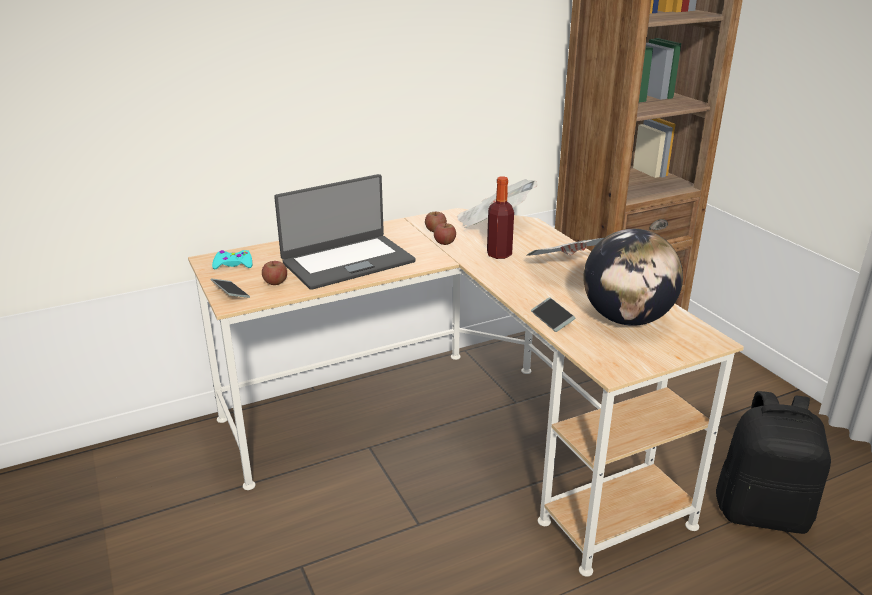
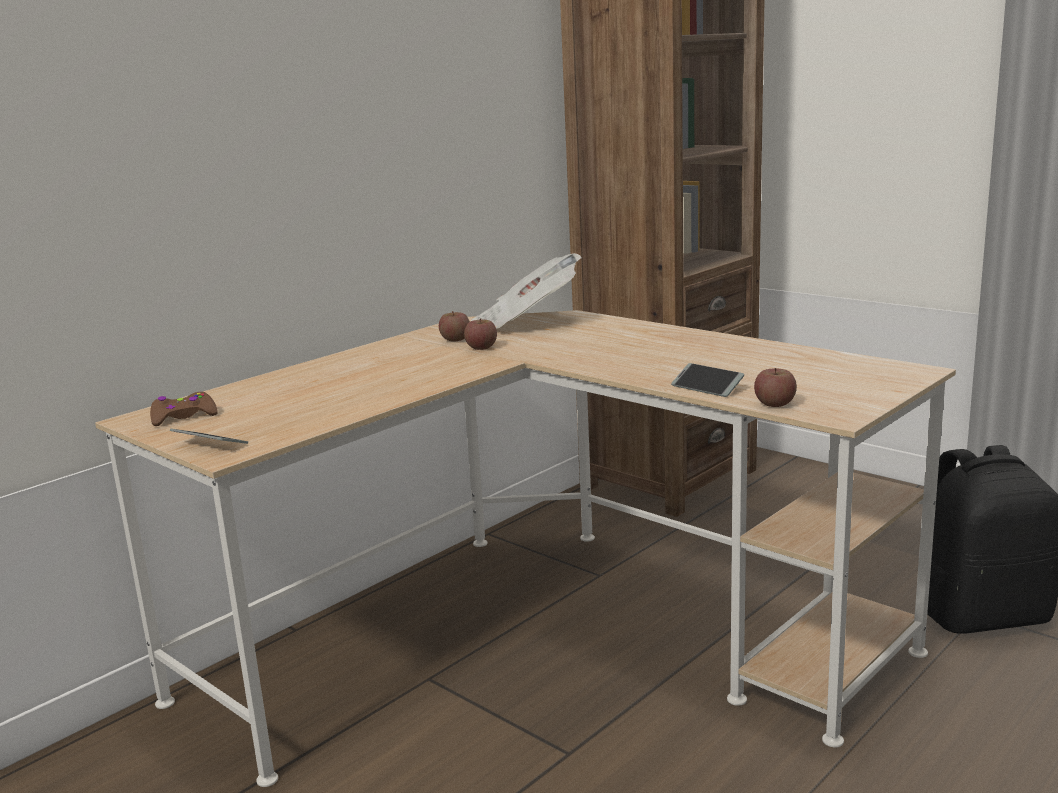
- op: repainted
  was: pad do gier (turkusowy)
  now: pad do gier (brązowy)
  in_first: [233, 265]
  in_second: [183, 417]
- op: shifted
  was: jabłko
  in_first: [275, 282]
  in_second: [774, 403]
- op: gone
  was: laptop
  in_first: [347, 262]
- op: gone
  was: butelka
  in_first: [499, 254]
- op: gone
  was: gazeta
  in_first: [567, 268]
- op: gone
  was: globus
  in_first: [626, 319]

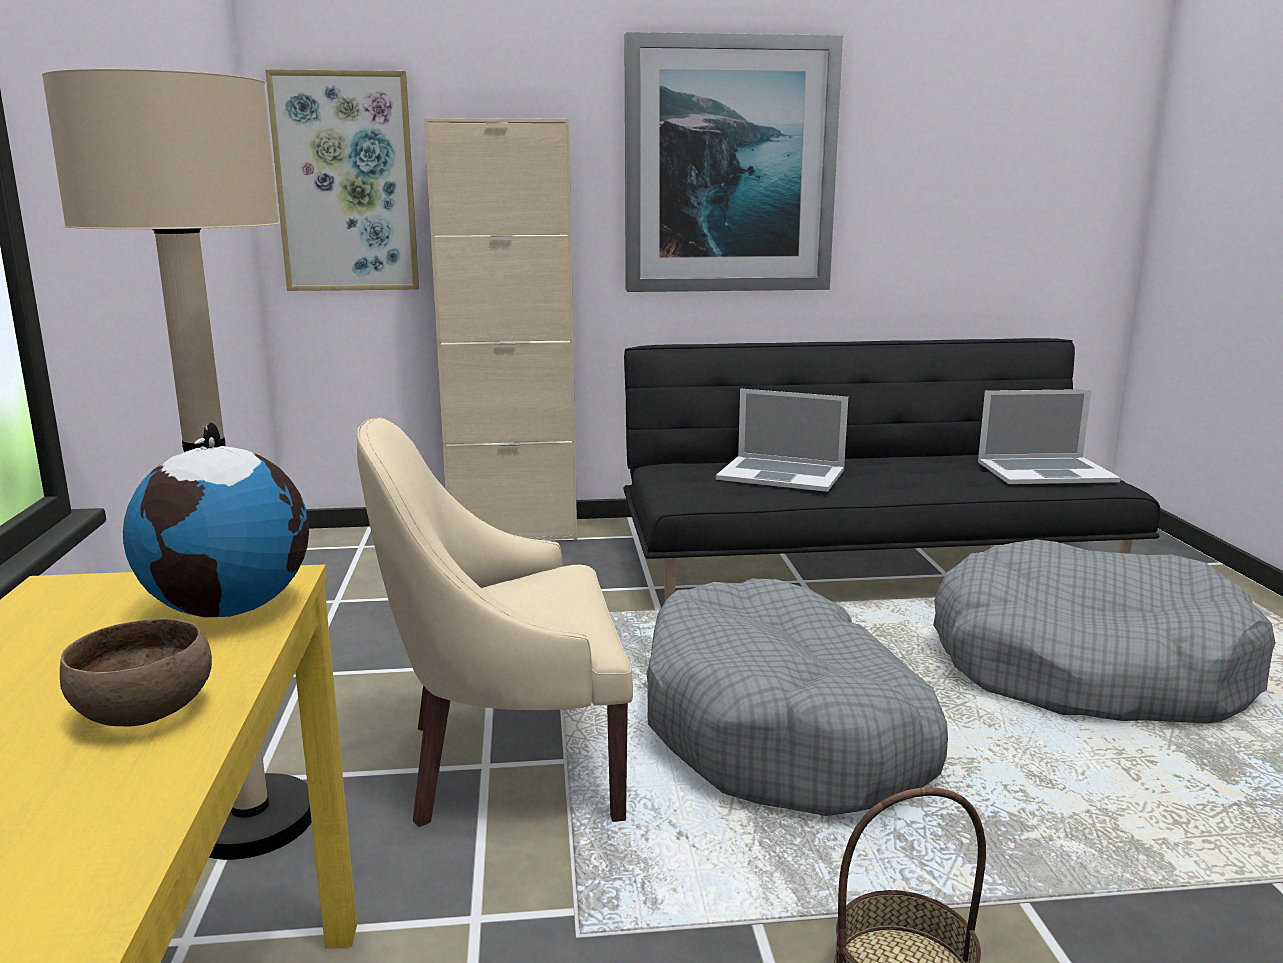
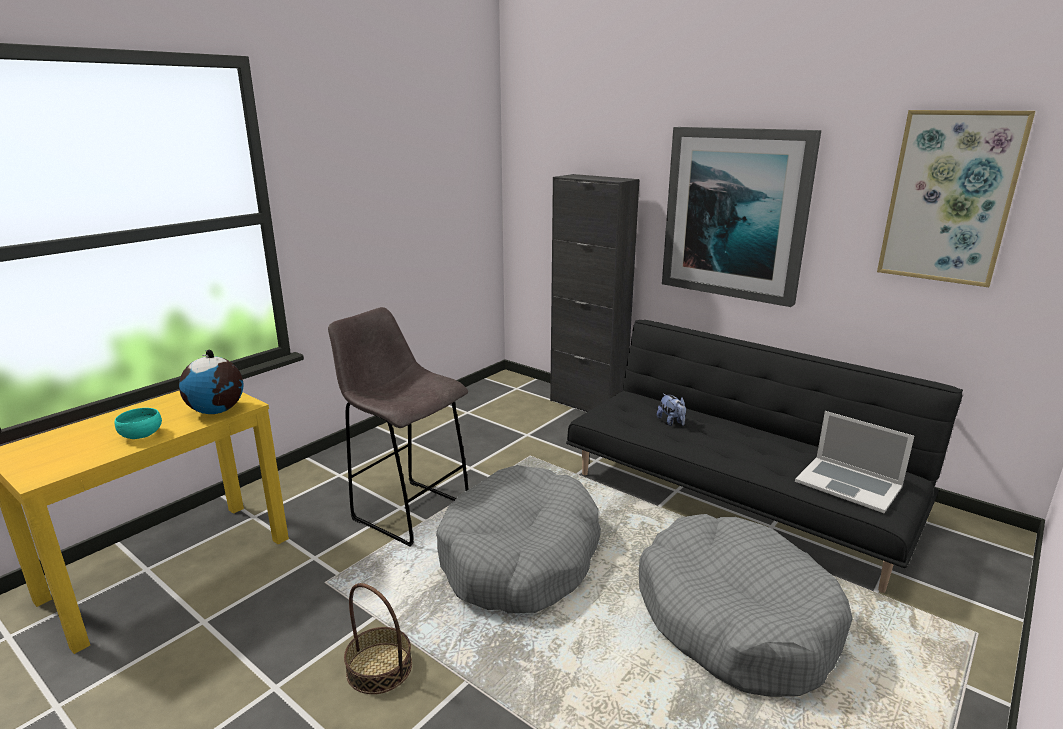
- op: gone
  was: lampa stojąca (beżowy)
  in_first: [251, 820]
- op: repainted
  was: miska (brązowy)
  now: miska (turkusowy)
  in_first: [142, 712]
  in_second: [141, 435]
- op: shifted
  was: obraz
  in_first: [346, 183]
  in_second: [949, 198]
- op: swapped
  was: fotel (beżowy)
  now: stołek (szary)
  in_first: [508, 762]
  in_second: [408, 511]
- op: repainted
  was: szafka (beżowy)
  now: szafka (czarny)
  in_first: [513, 533]
  in_second: [587, 405]
- op: swapped
  was: laptop
  now: pluszak
  in_first: [781, 474]
  in_second: [671, 422]

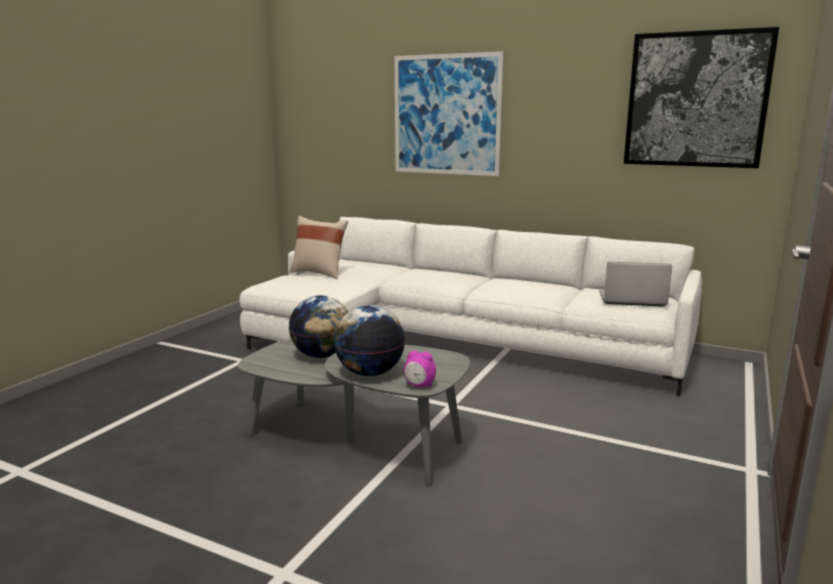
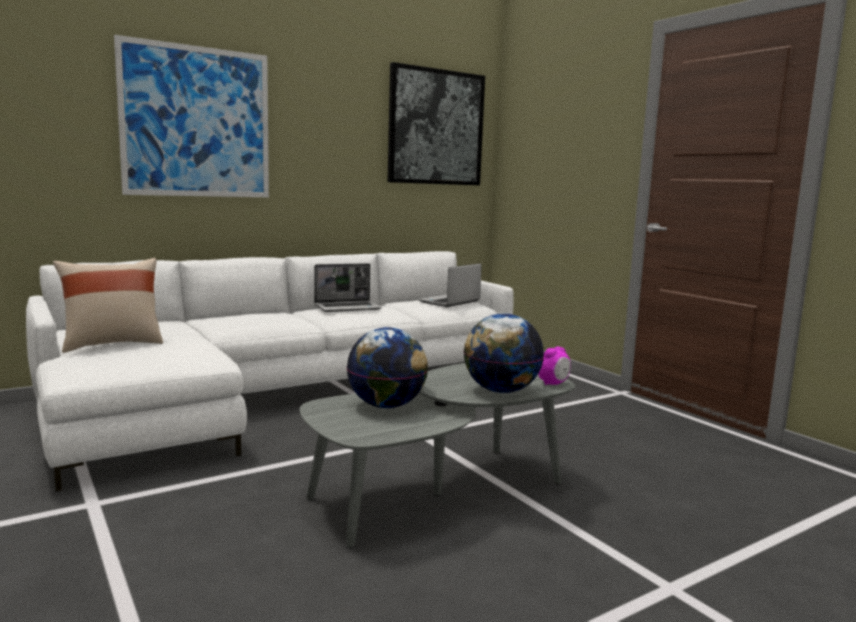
- op: new
  now: laptop
  in_second: [348, 308]

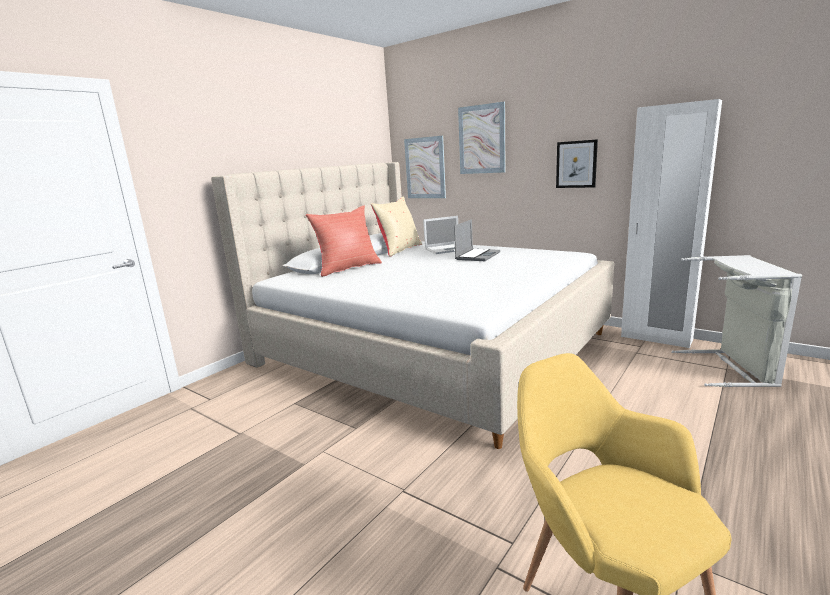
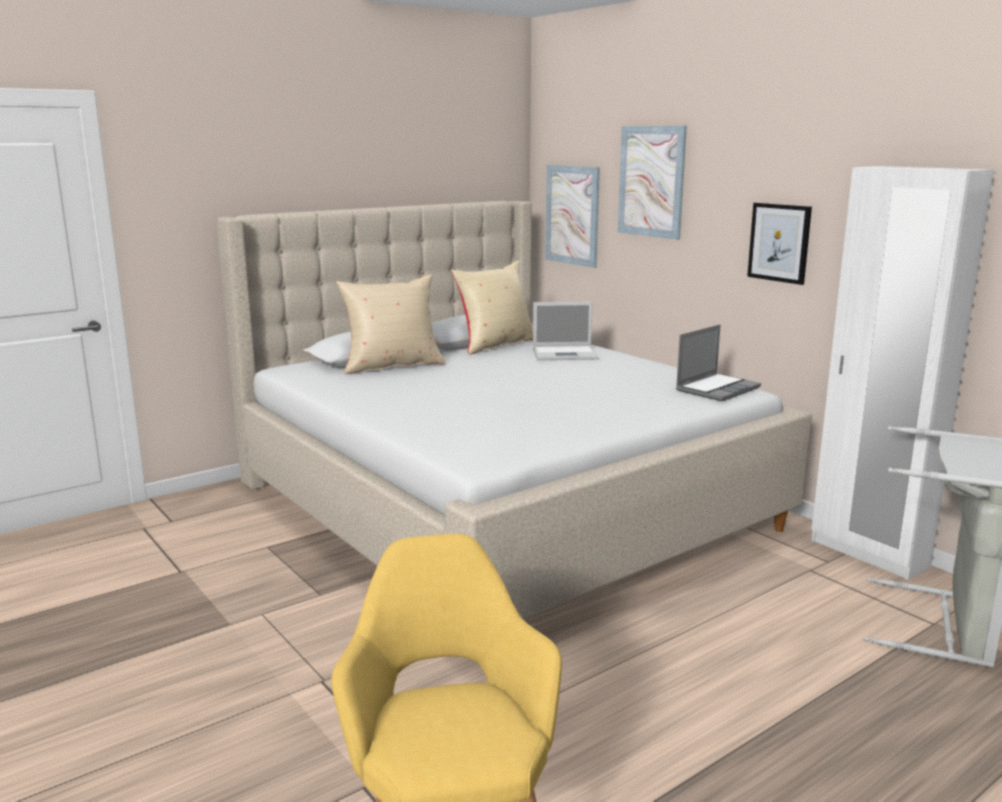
- op: repainted
  was: poduszka (czerwony)
  now: poduszka (beżowy)
  in_first: [347, 268]
  in_second: [392, 366]
- op: shifted
  was: laptop
  in_first: [477, 256]
  in_second: [717, 389]

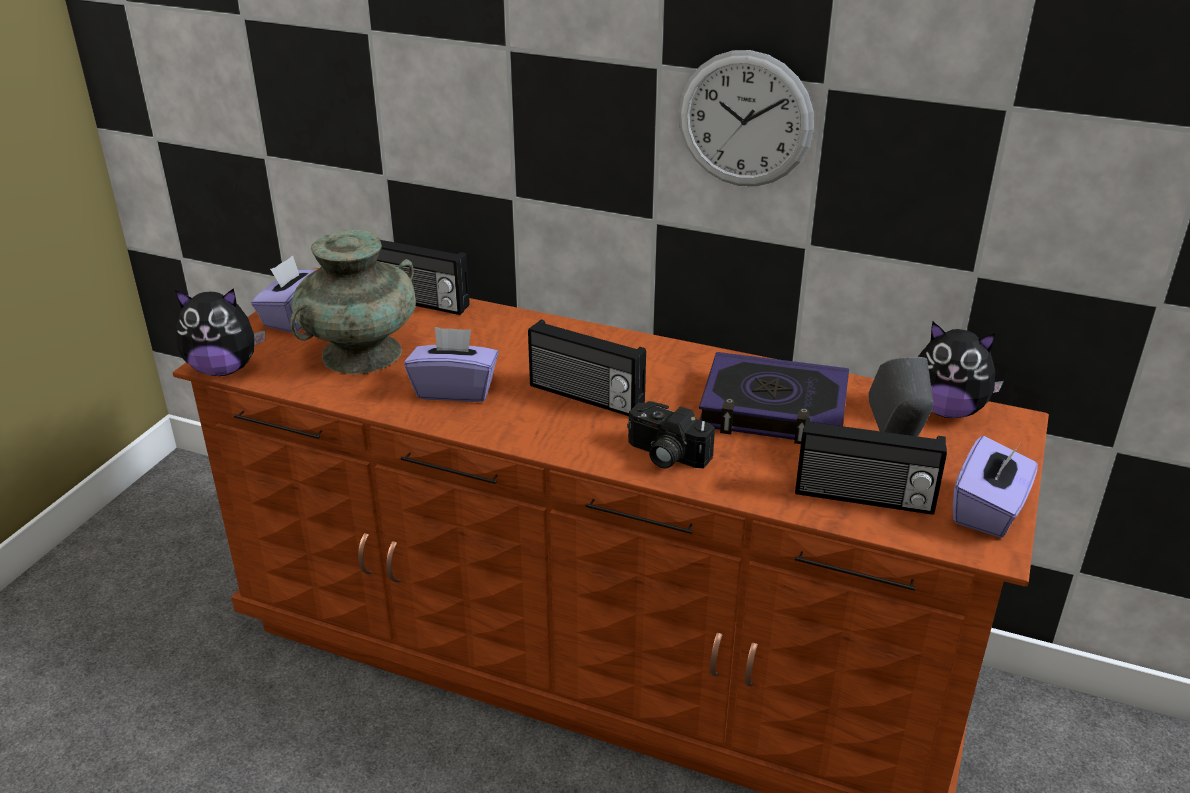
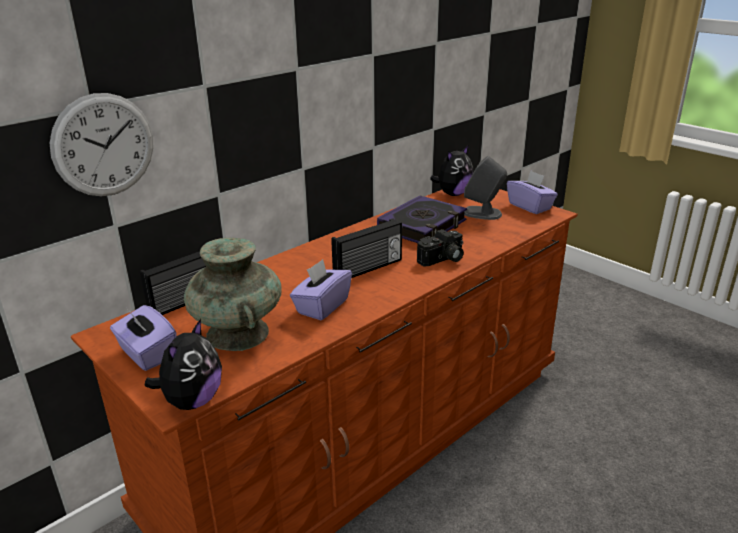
- op: shifted
  was: zegar ścienny
  in_first: [745, 119]
  in_second: [104, 145]
- op: gone
  was: radio
  in_first: [864, 498]

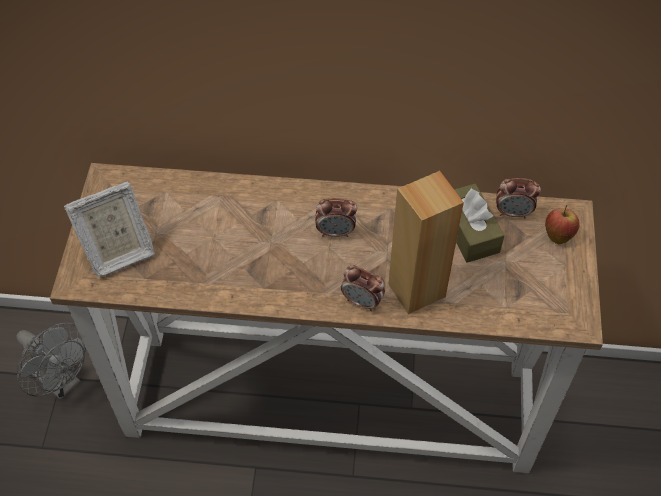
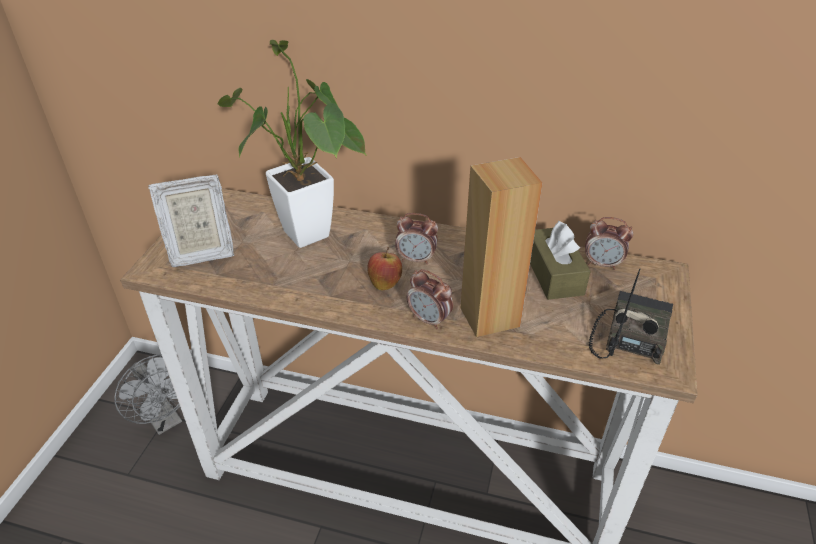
- op: shifted
  was: jabłko
  in_first: [558, 235]
  in_second: [385, 283]
- op: new
  now: roślina doniczkowa
  in_second: [311, 240]
- op: new
  now: radio
  in_second: [629, 335]

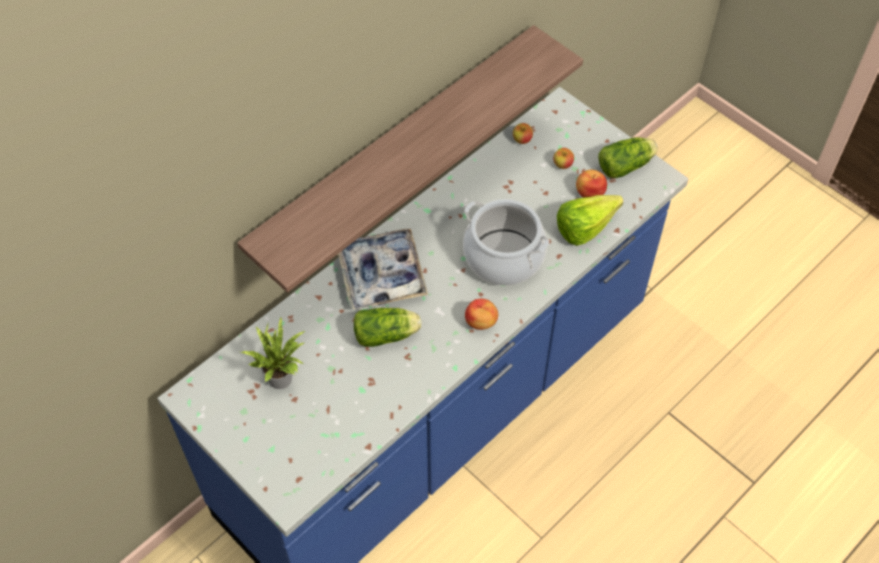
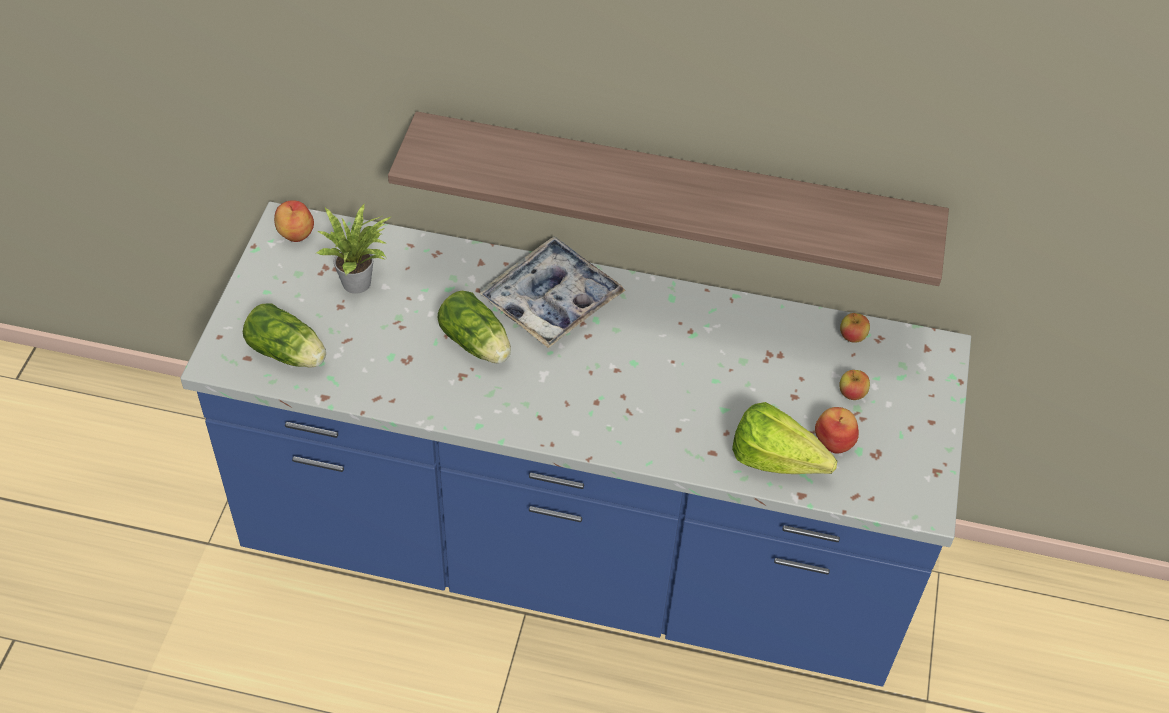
- op: gone
  was: garnek
  in_first: [503, 257]
- op: shifted
  was: jabłko
  in_first: [481, 322]
  in_second: [295, 234]
- op: shifted
  was: sałata
  in_first: [627, 165]
  in_second: [289, 354]

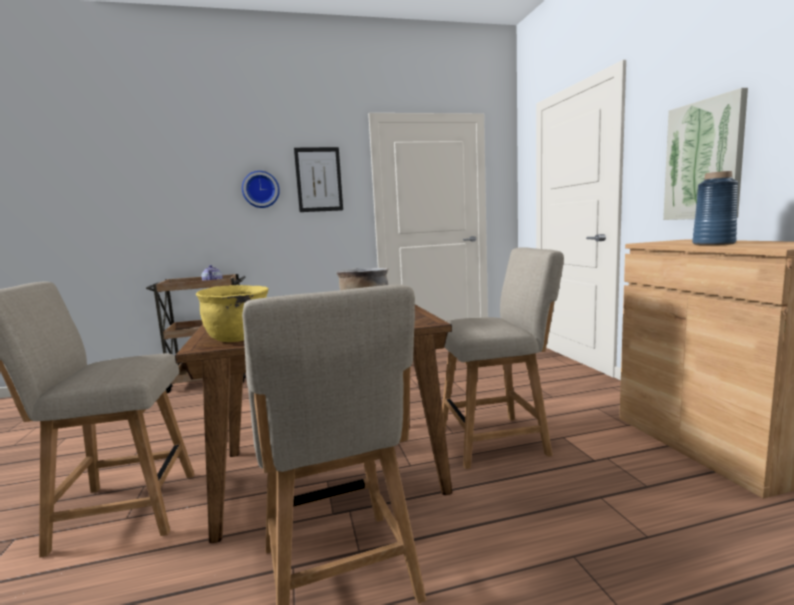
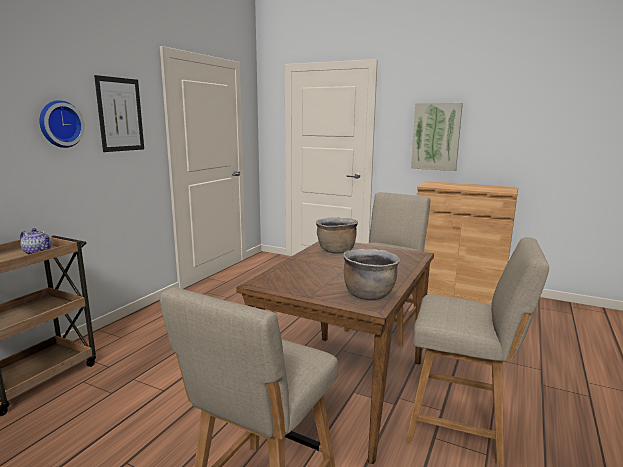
- op: repainted
  was: garnek (żółty)
  now: garnek (brązowy)
  in_first: [238, 338]
  in_second: [368, 295]
- op: gone
  was: wazon (niebieski)
  in_first: [713, 244]

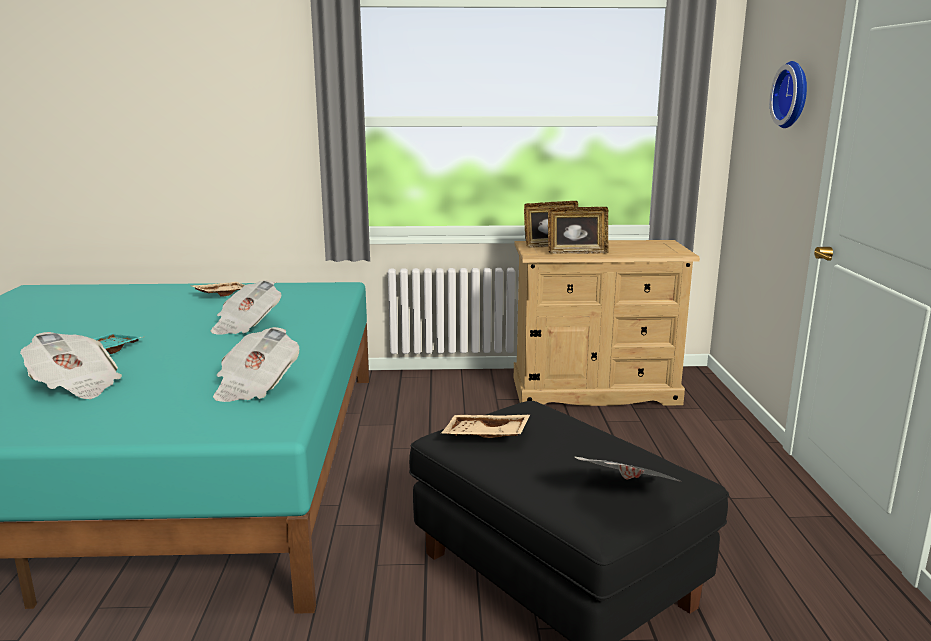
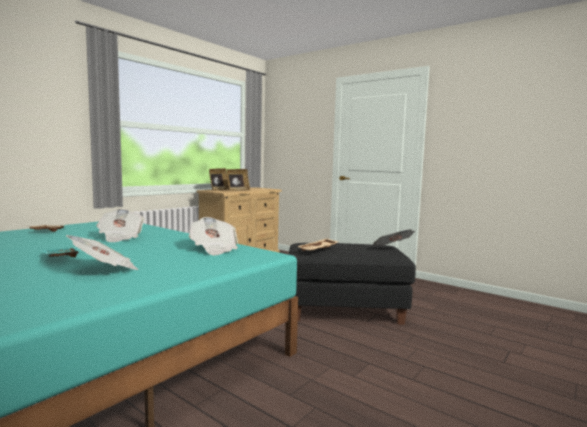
- op: gone
  was: zegar ścienny
  in_first: [794, 95]

